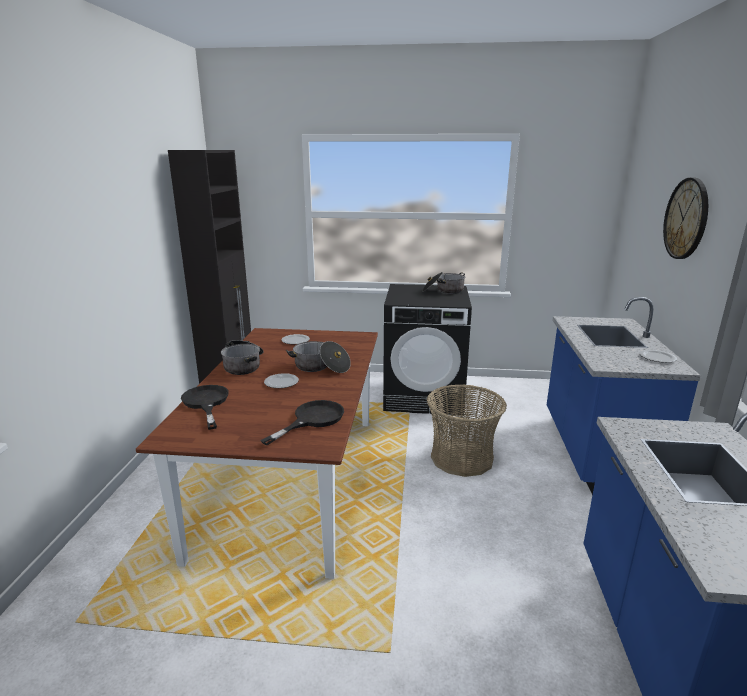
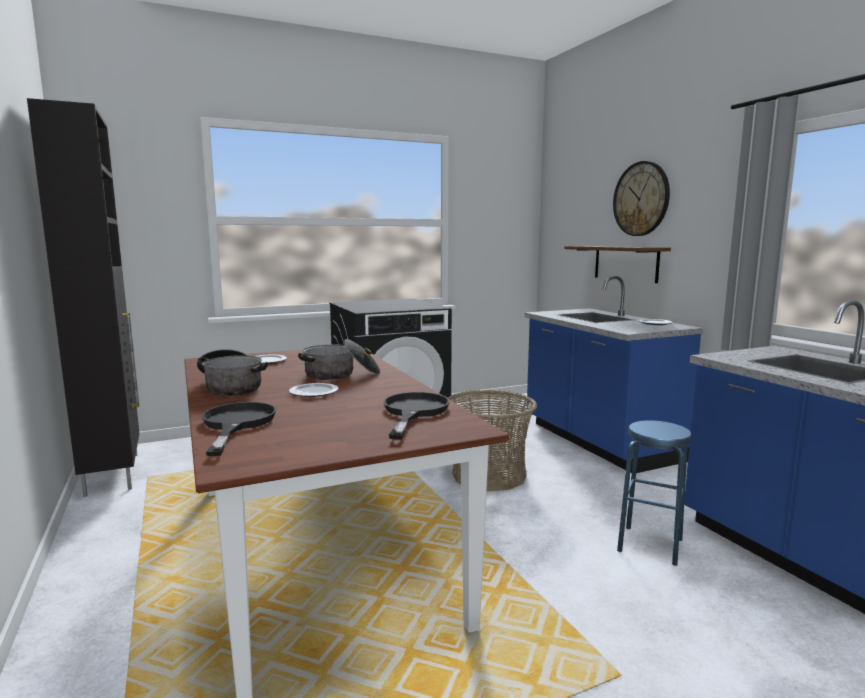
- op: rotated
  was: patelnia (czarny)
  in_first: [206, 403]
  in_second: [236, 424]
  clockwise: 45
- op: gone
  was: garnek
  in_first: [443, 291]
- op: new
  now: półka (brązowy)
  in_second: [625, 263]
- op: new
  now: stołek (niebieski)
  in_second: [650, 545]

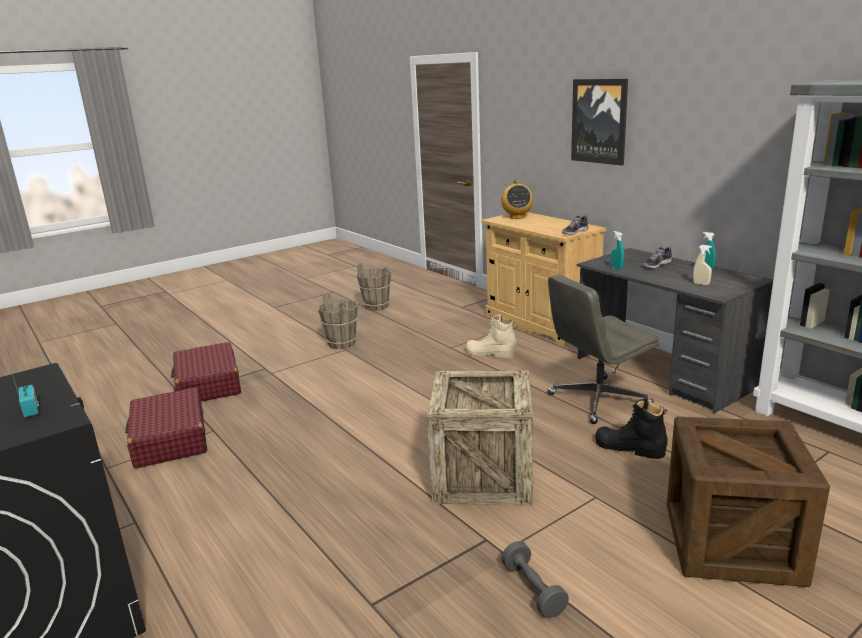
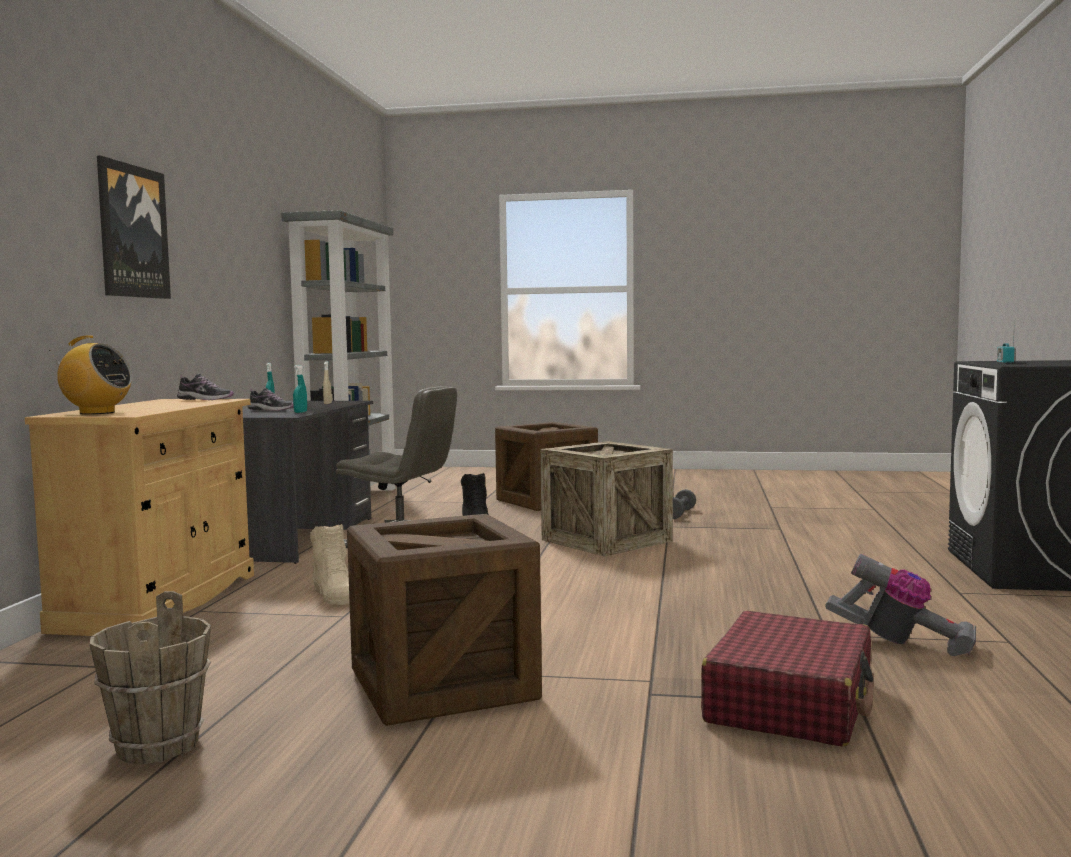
- op: swapped
  was: walizka (czerwony)
  now: odkurzacz
  in_first: [170, 440]
  in_second: [901, 643]
- op: swapped
  was: wiadro (brązowy)
  now: skrzynka
  in_first: [342, 343]
  in_second: [443, 685]
- op: rotated
  was: radio
  in_first: [517, 217]
  in_second: [96, 413]
  clockwise: 60

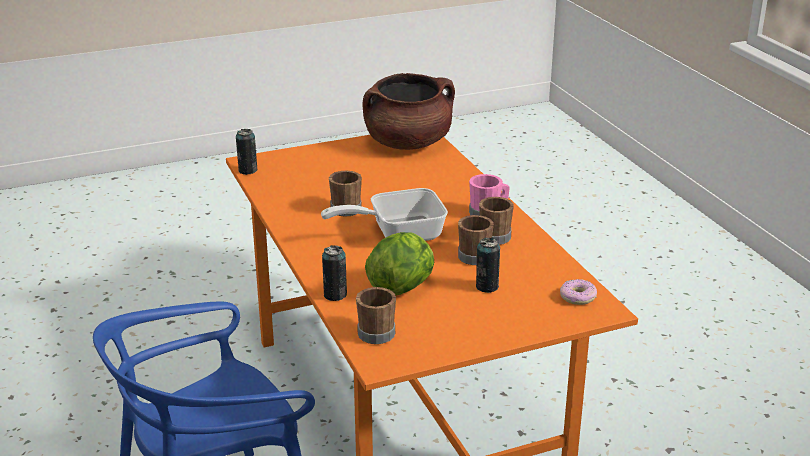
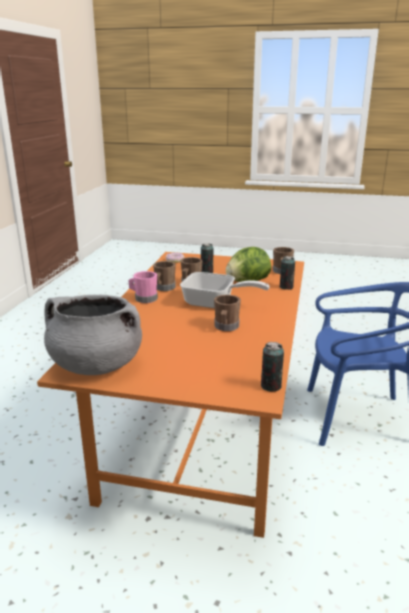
- op: repainted
  was: garnek (brązowy)
  now: garnek (szary)
  in_first: [408, 143]
  in_second: [96, 365]

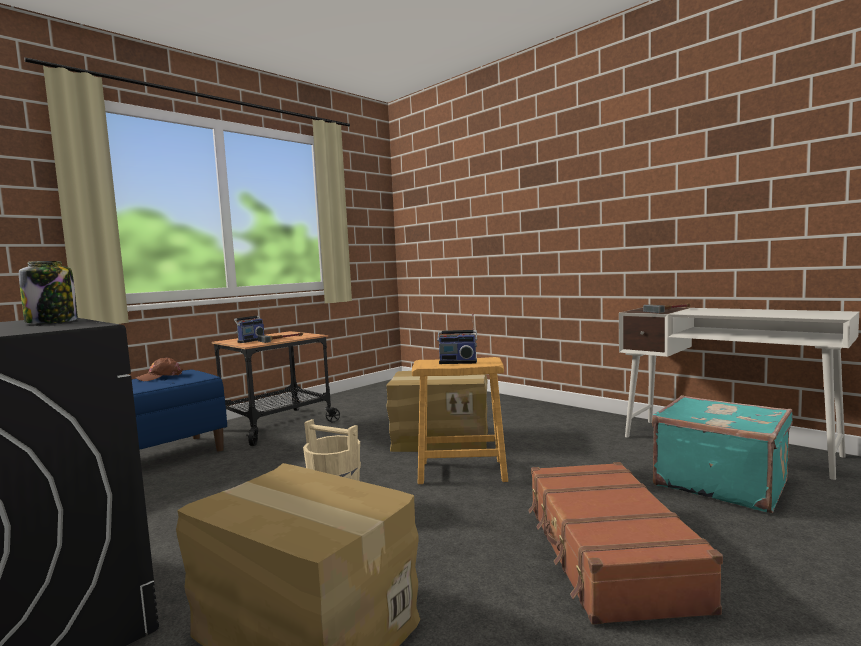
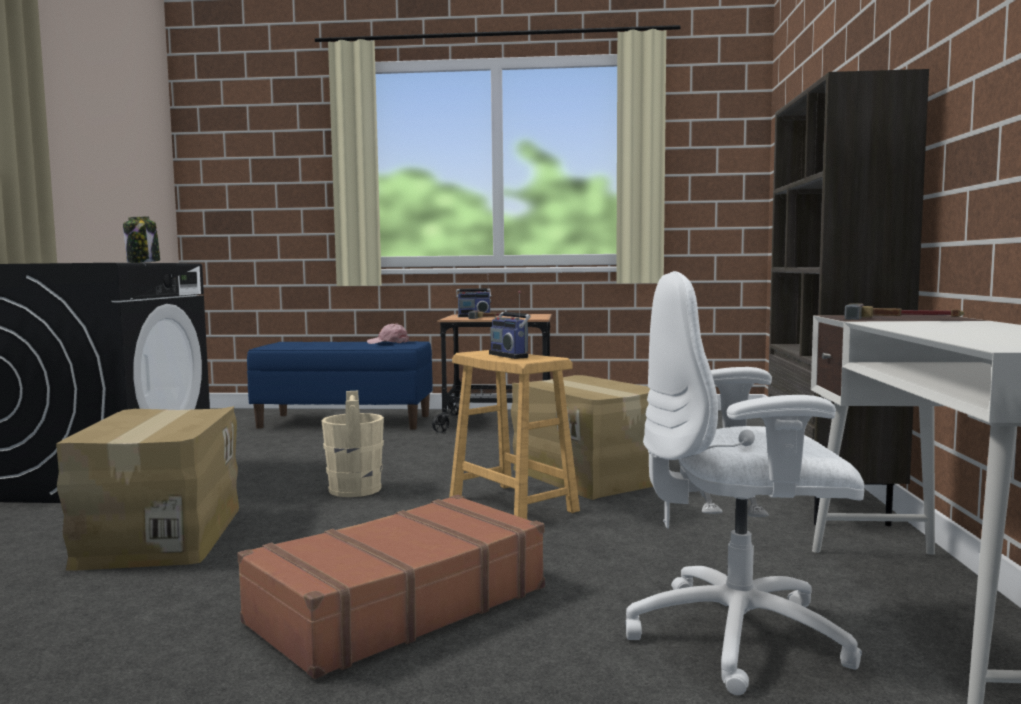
- op: repainted
  was: czapka z daszkiem (brązowy)
  now: czapka z daszkiem (różowy)
  in_first: [160, 377]
  in_second: [388, 342]
- op: swapped
  was: walizka (turkusowy)
  now: krzesło biurowe (biały)
  in_first: [720, 482]
  in_second: [741, 637]
- op: new
  now: regał (brązowy)
  in_second: [831, 502]

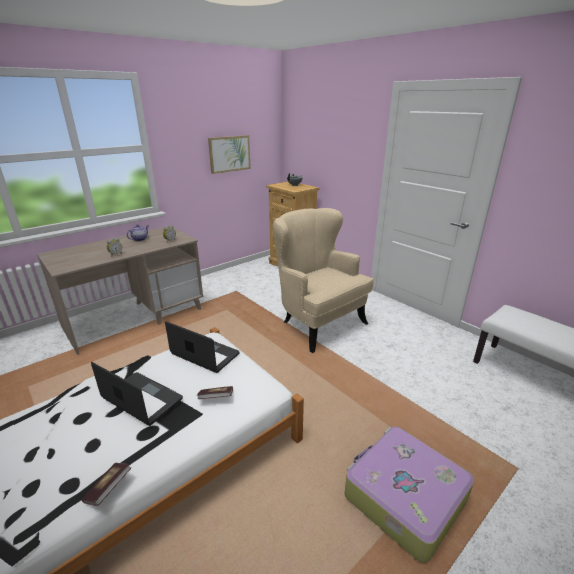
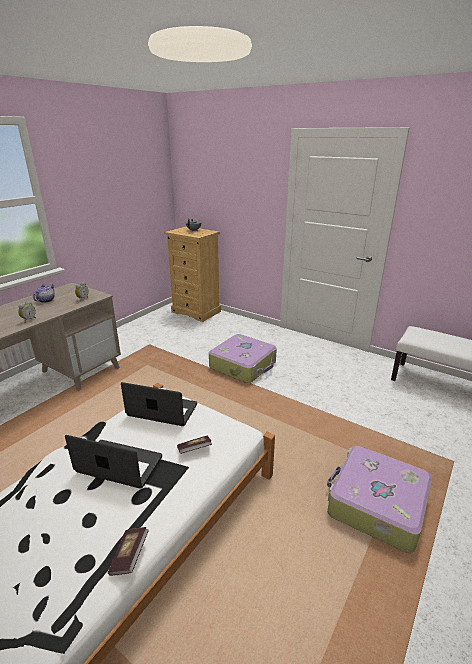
- op: gone
  was: obraz
  in_first: [229, 154]
- op: swapped
  was: fotel (beżowy)
  now: walizka
  in_first: [317, 323]
  in_second: [243, 365]

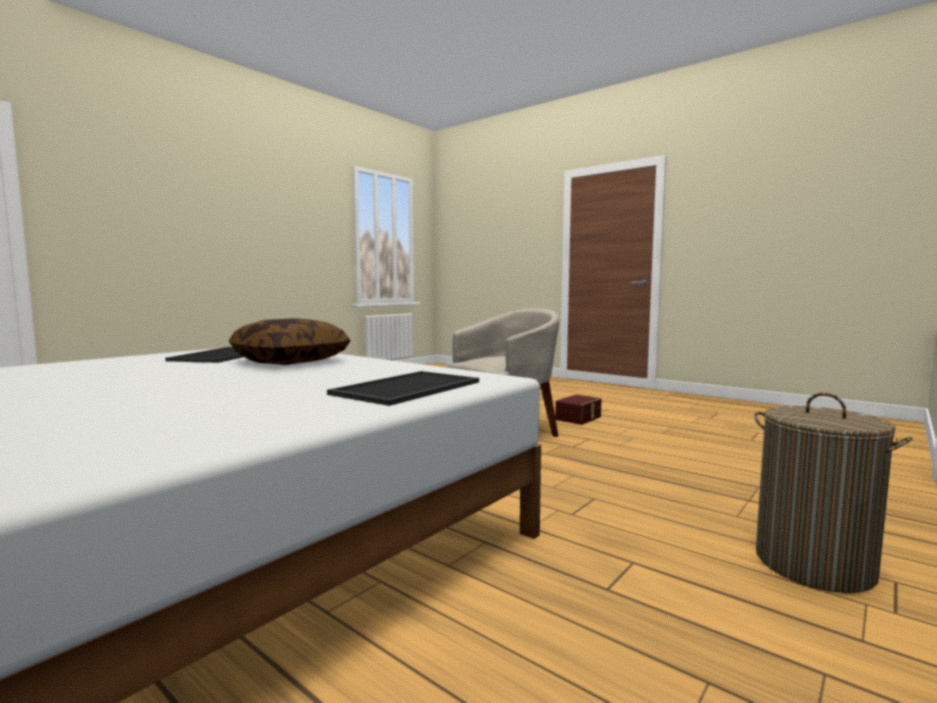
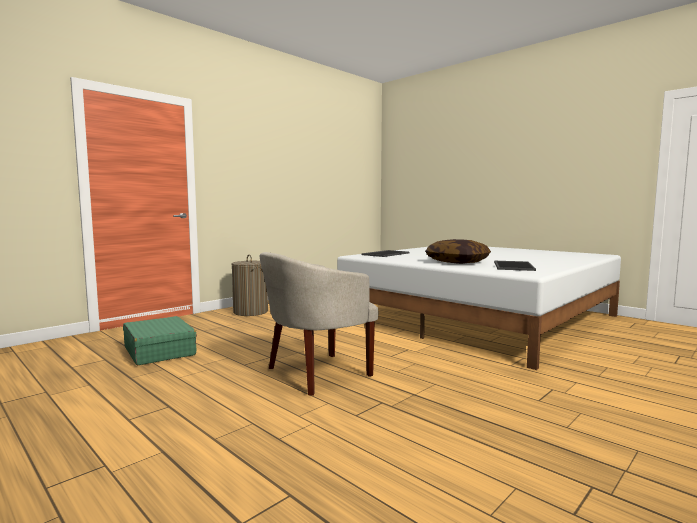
- op: gone
  was: pojemnik do przechowywania (brązowy)
  in_first: [579, 418]
- op: new
  now: walizka (zielony)
  in_second: [159, 351]

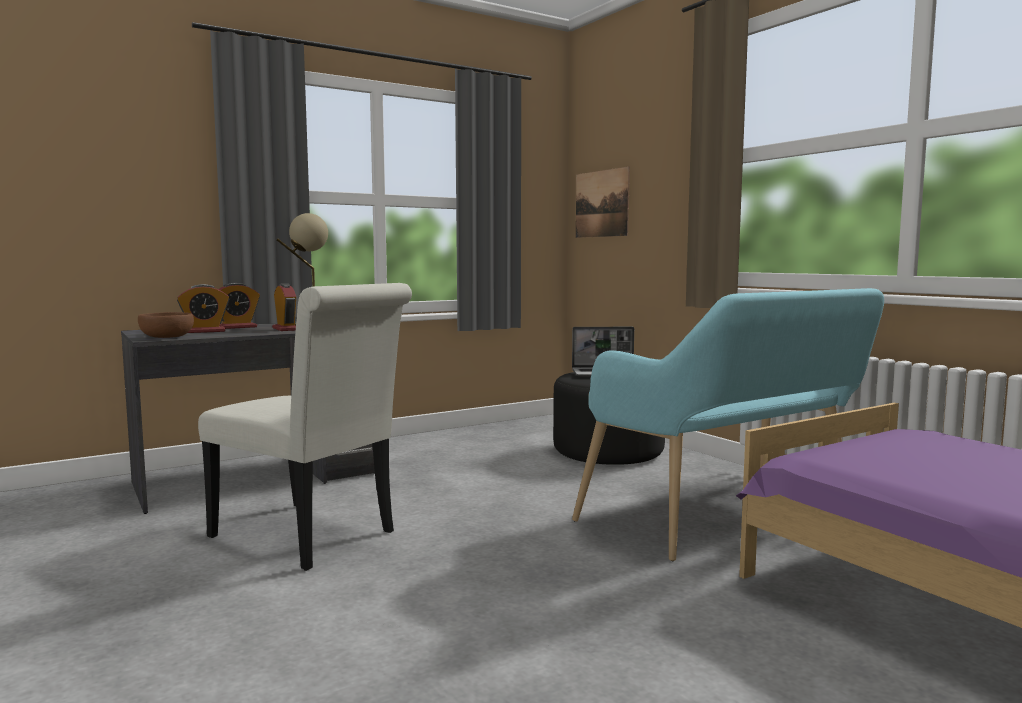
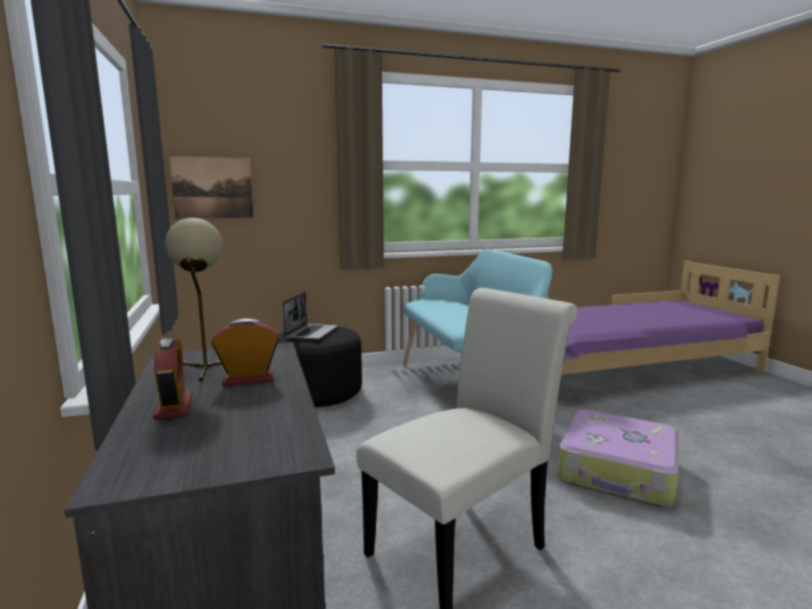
- op: gone
  was: miska (brązowy)
  in_first: [166, 337]
- op: gone
  was: budzik
  in_first: [205, 331]
- op: new
  now: walizka
  in_second: [618, 472]

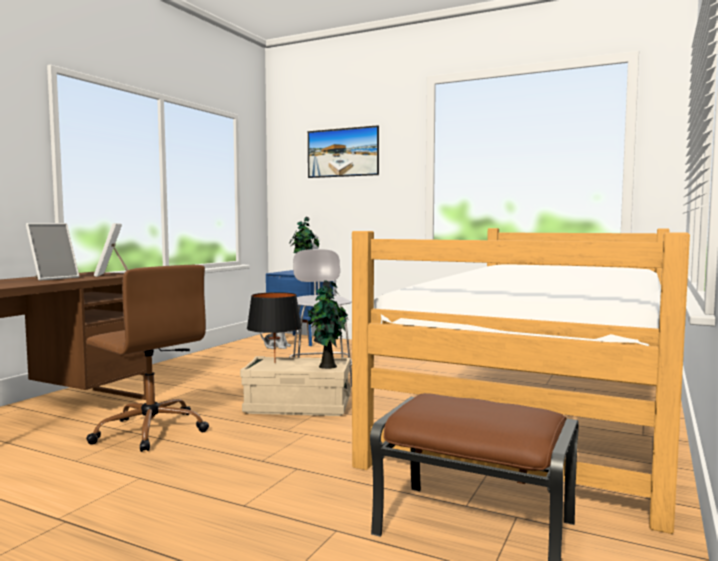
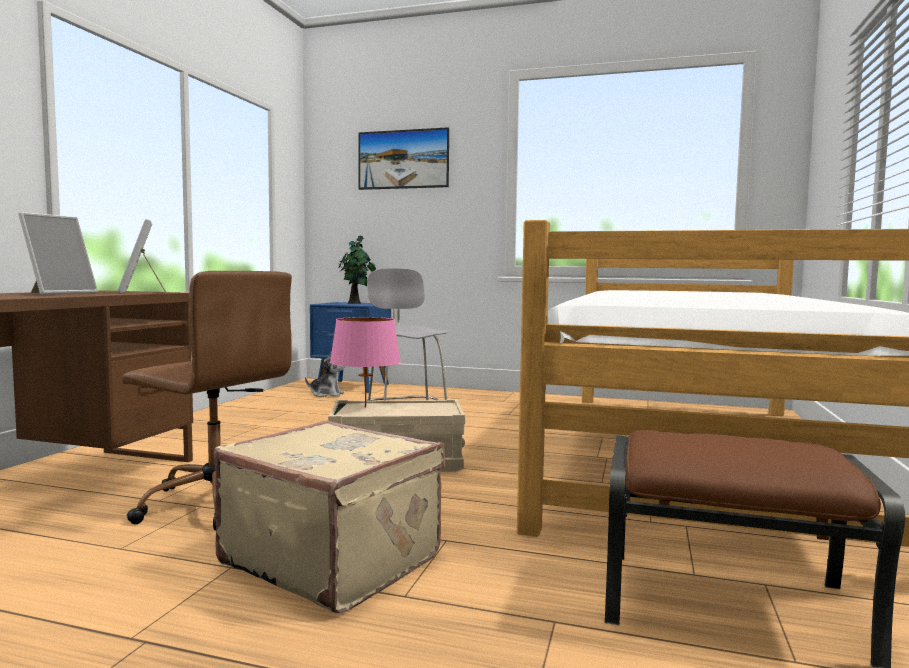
- op: repainted
  was: lampa stołowa (czarny)
  now: lampa stołowa (różowy)
  in_first: [274, 363]
  in_second: [365, 407]
- op: gone
  was: roślina doniczkowa
  in_first: [328, 366]
- op: new
  now: walizka (beżowy)
  in_second: [334, 559]

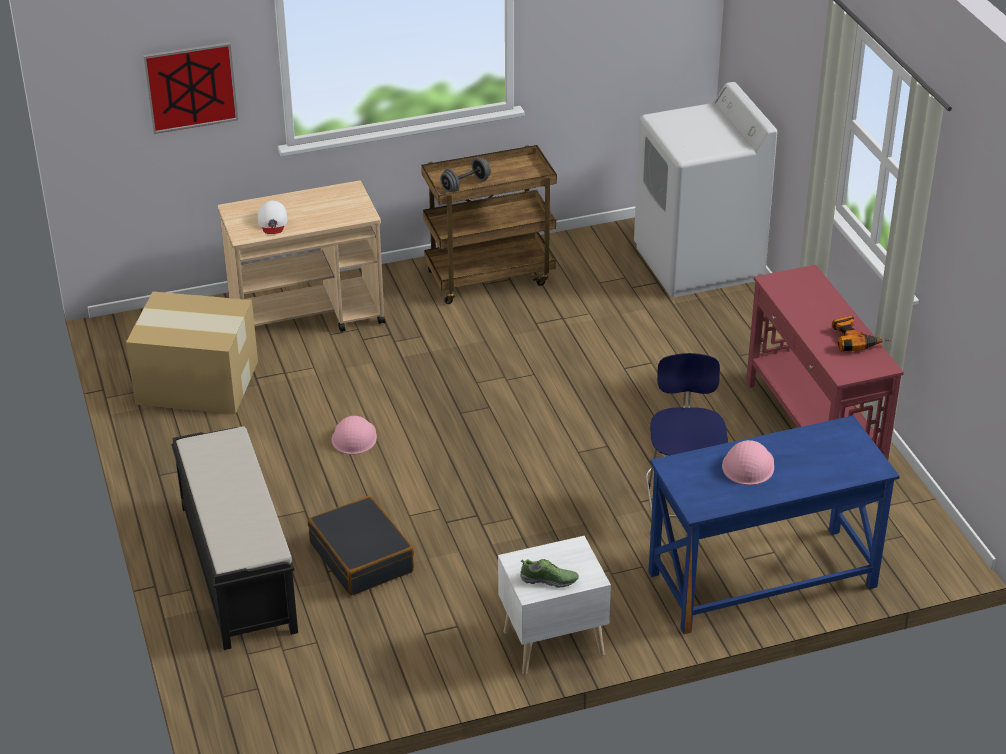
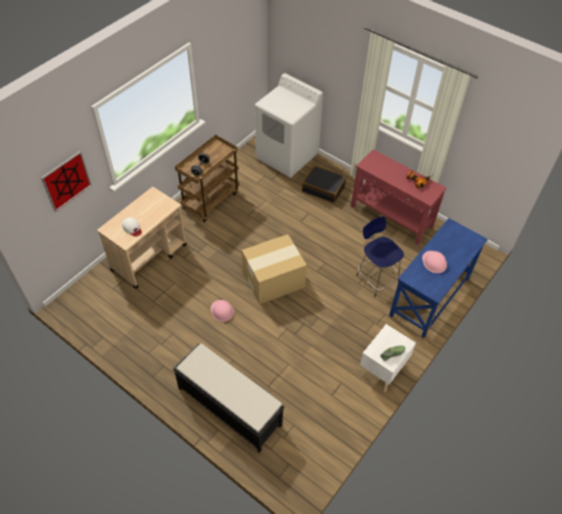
- op: shifted
  was: karton
  in_first: [196, 382]
  in_second: [272, 279]
- op: shifted
  was: walizka (czarny)
  in_first: [362, 557]
  in_second: [323, 188]

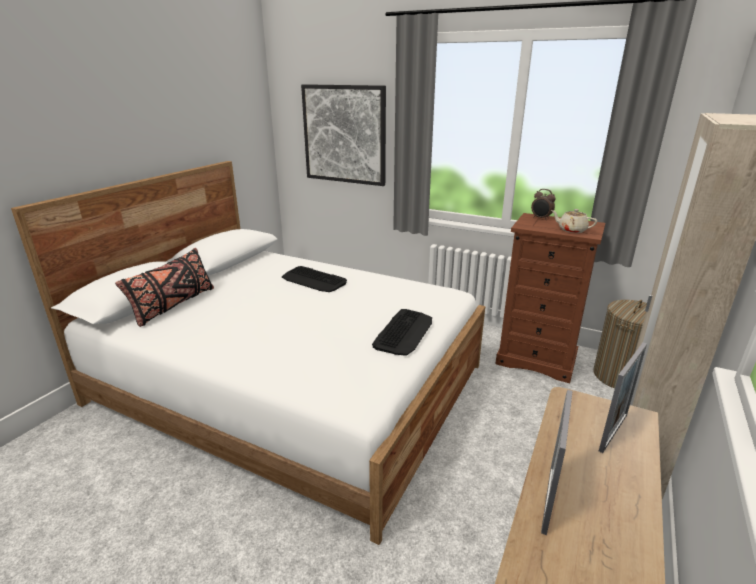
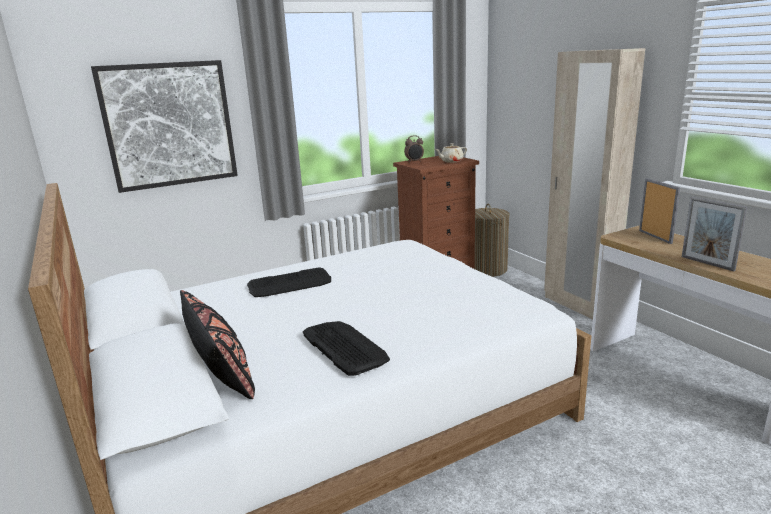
- op: shifted
  was: klawiatura
  in_first: [404, 332]
  in_second: [344, 347]

